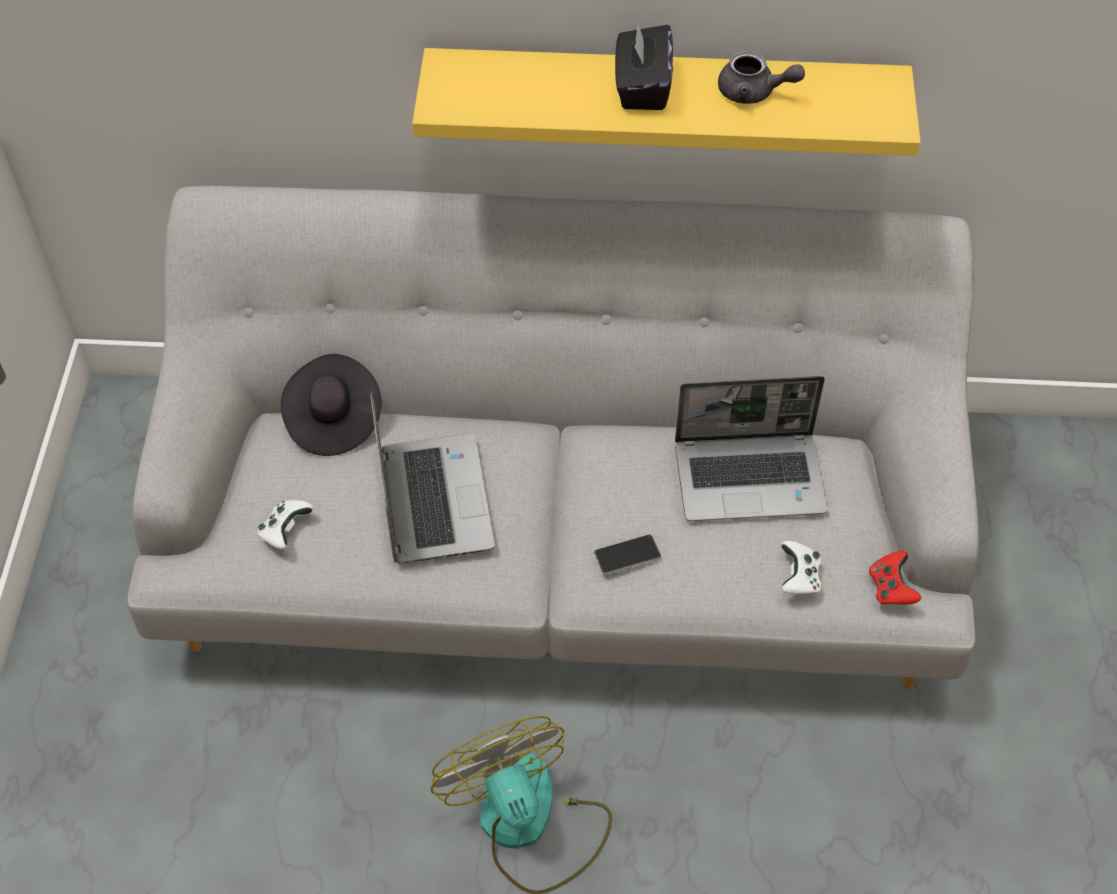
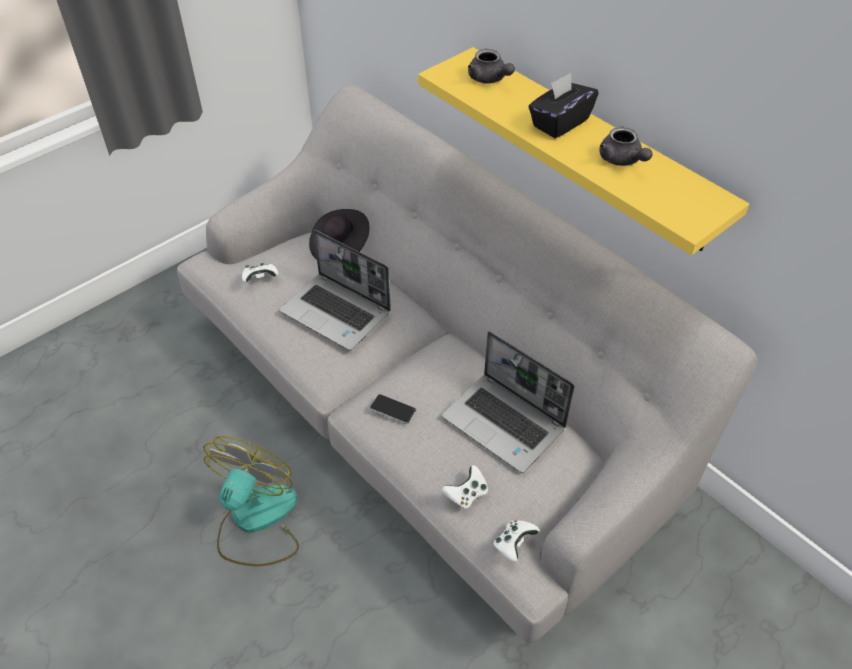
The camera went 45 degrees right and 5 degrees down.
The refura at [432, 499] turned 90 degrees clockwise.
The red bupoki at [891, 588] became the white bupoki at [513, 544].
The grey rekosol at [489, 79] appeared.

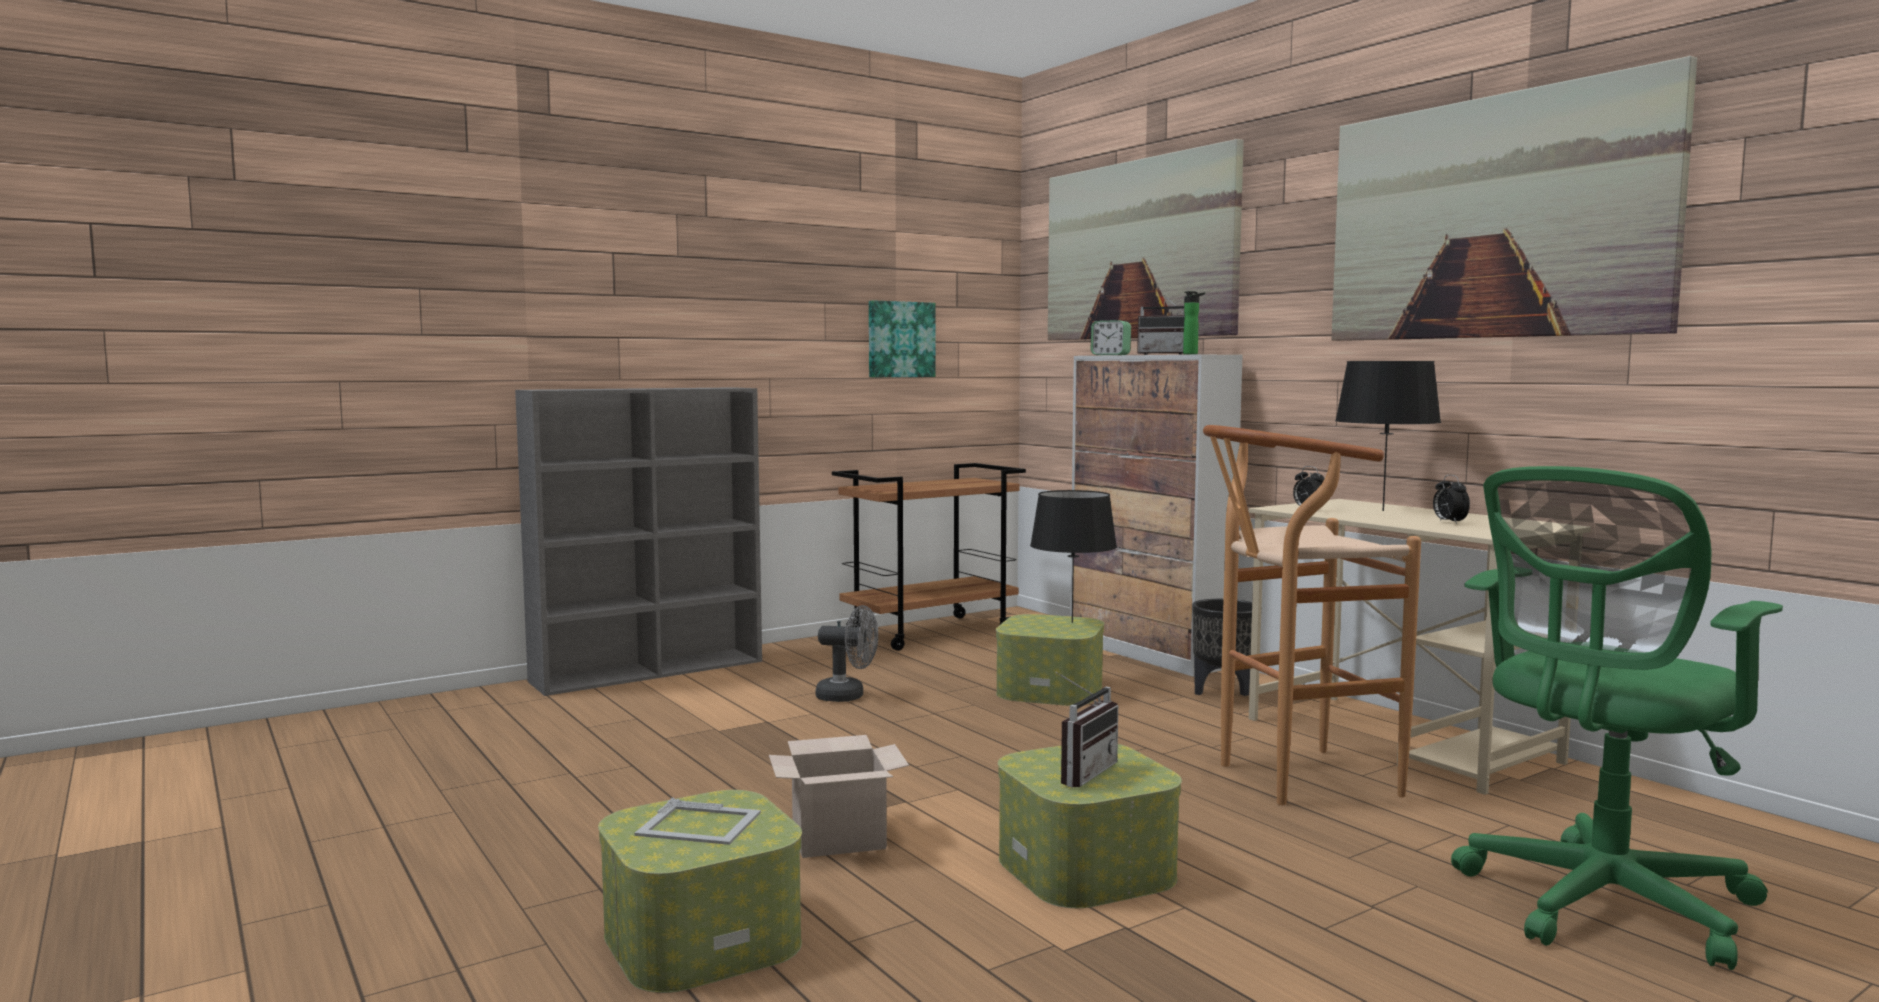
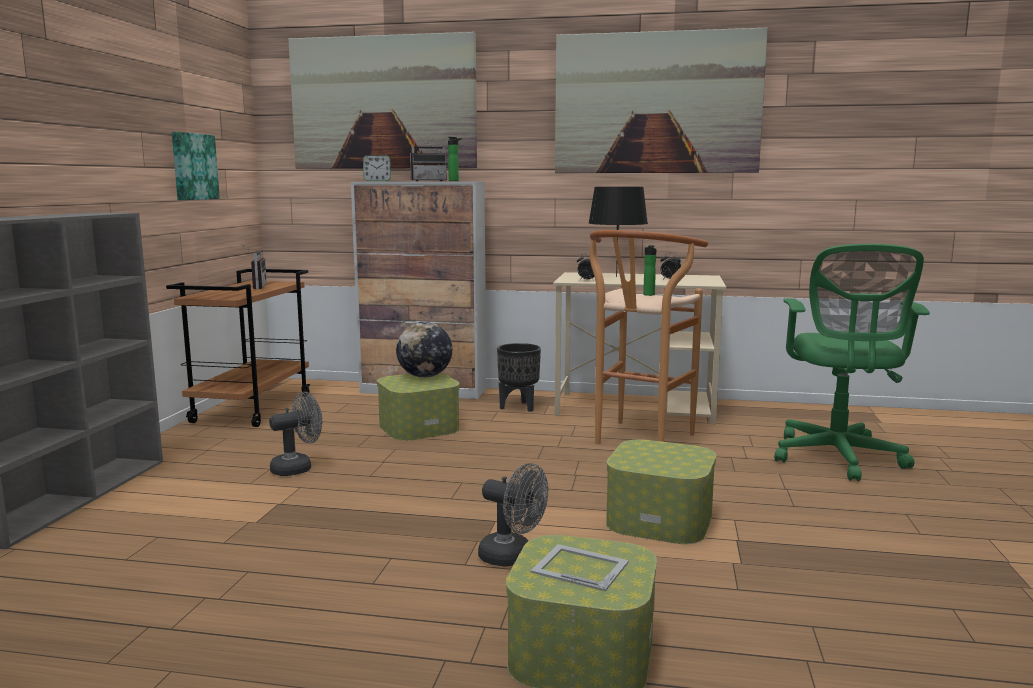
The camera went 45 degrees left and 5 degrees up.
The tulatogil at [700, 824] turned 120 degrees counterclockwise.
The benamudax at [840, 838] was replaced by the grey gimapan at [512, 557].
The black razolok at [1071, 622] was replaced by the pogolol at [425, 376].
The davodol moved from [1080, 773] to [255, 287].
The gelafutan at [648, 295] appeared.

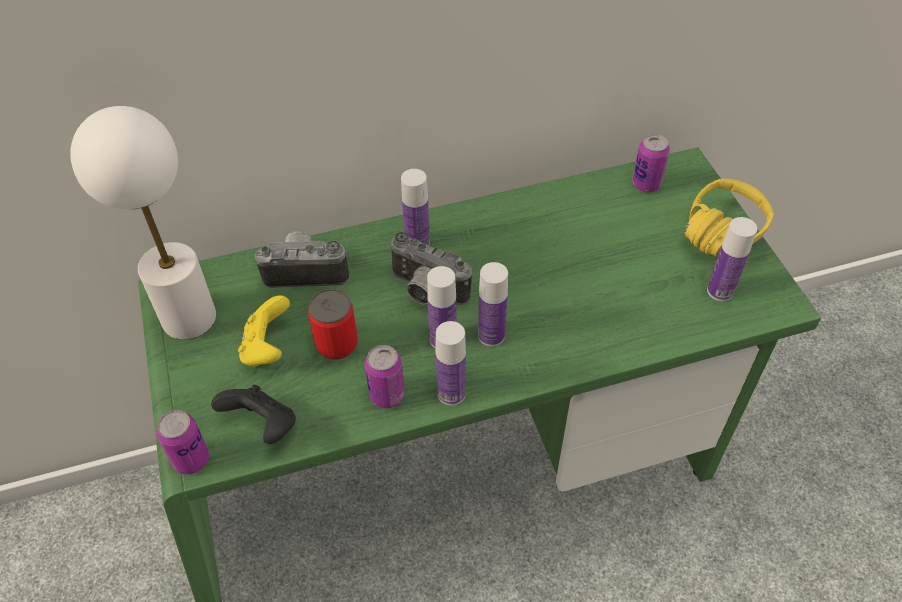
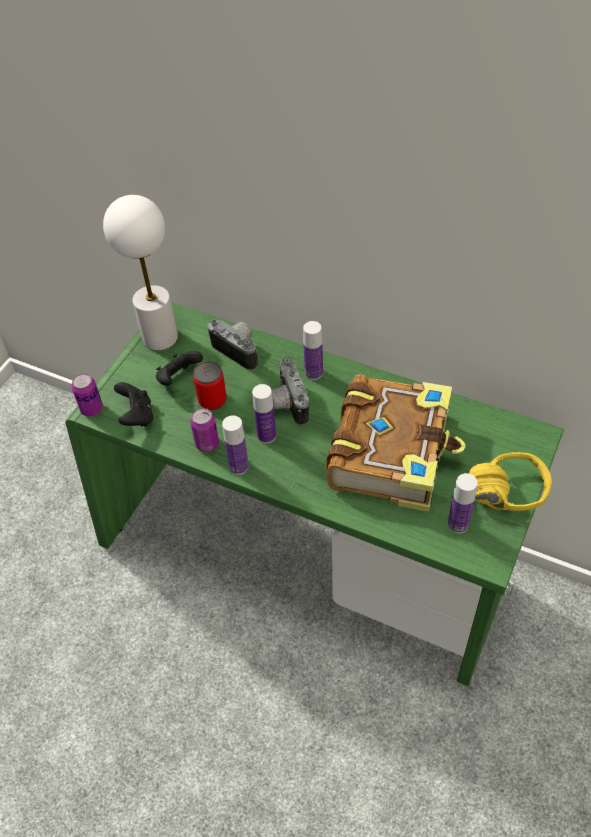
The camera went 45 degrees right and 0 degrees up.
The yellow bupoki at [267, 348] became the black bupoki at [178, 378].
The gelafutan at [491, 335] disappeared.
The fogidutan at [646, 184] disappeared.
The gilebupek at [392, 452] appeared.

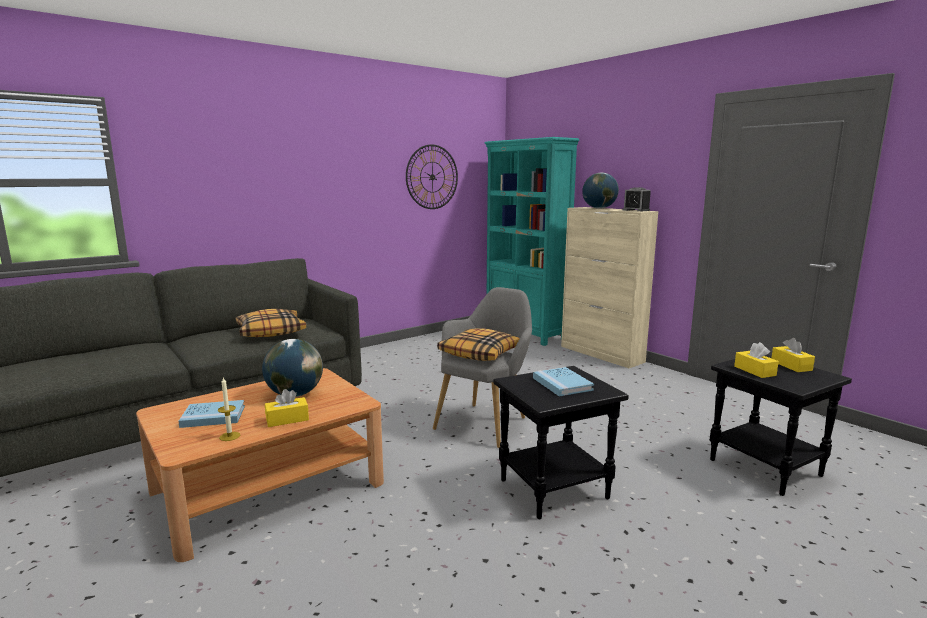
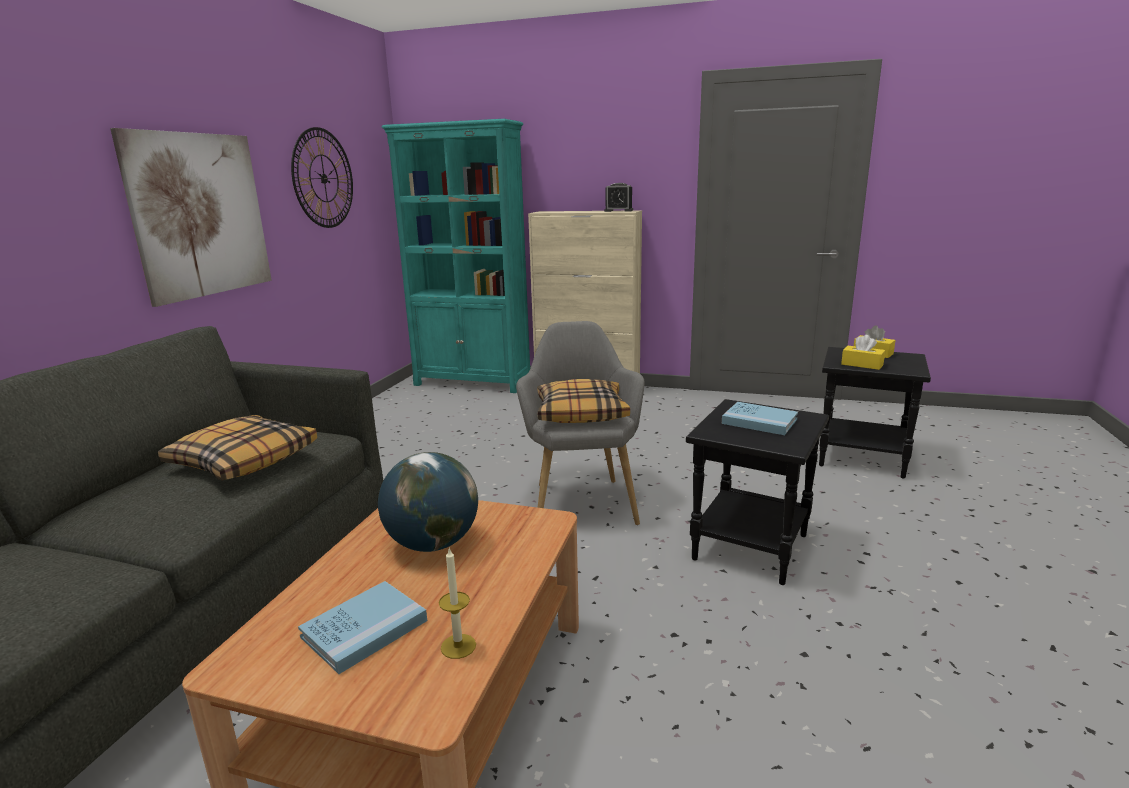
The camera went 35 degrees left and 5 degrees up.
The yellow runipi at [287, 419] disappeared.
The pogolol at [599, 208] disappeared.
The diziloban at [200, 215] appeared.

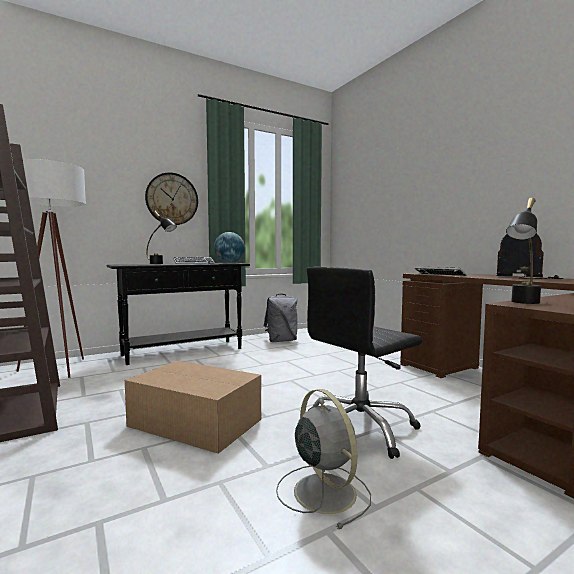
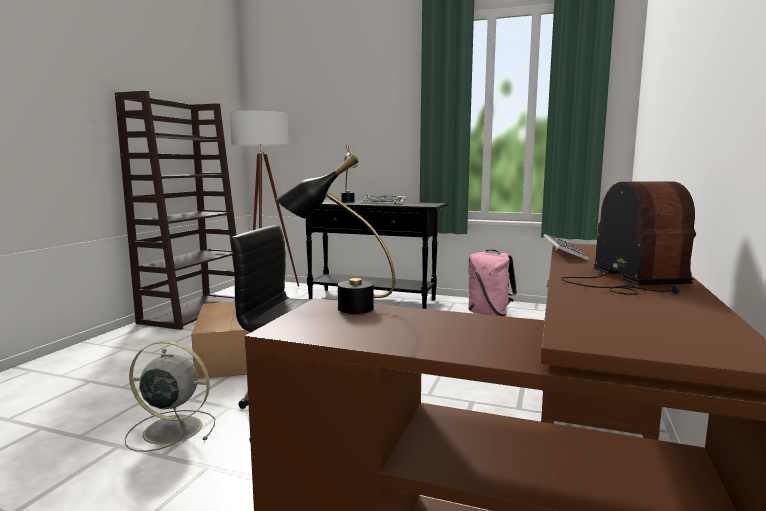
The camera went 50 degrees right and 5 degrees up.
The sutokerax at [172, 199] disappeared.
The pogolol at [229, 262] disappeared.
The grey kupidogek at [281, 341] became the pink kupidogek at [489, 313].
The grey gimapan at [323, 491] turned 105 degrees counterclockwise.

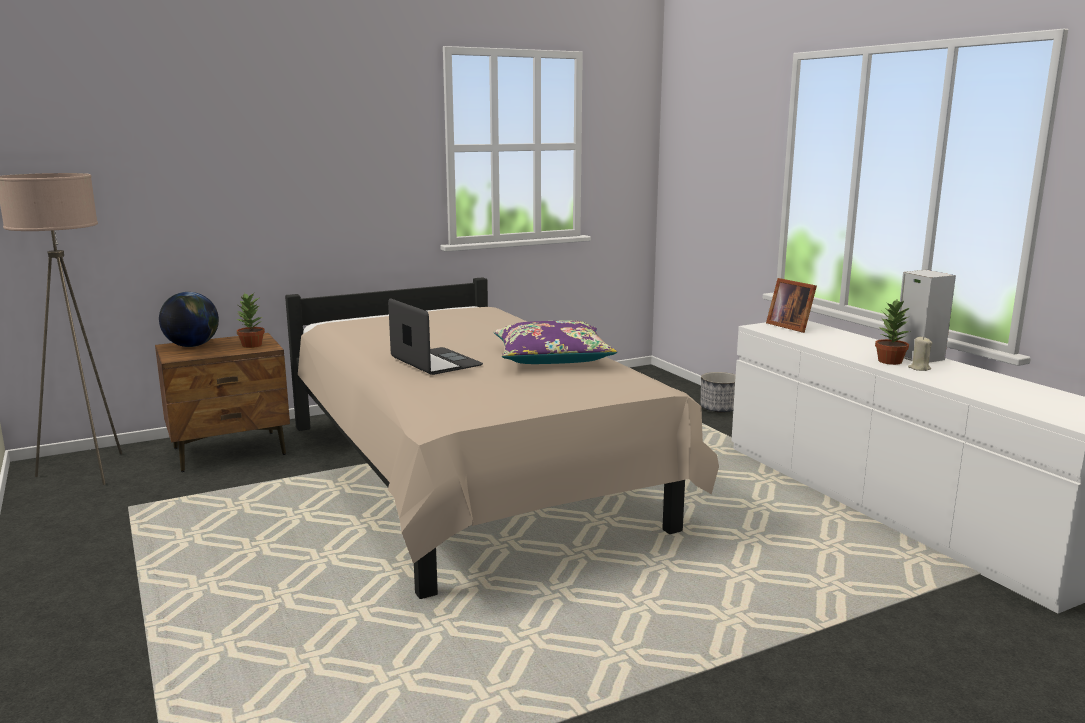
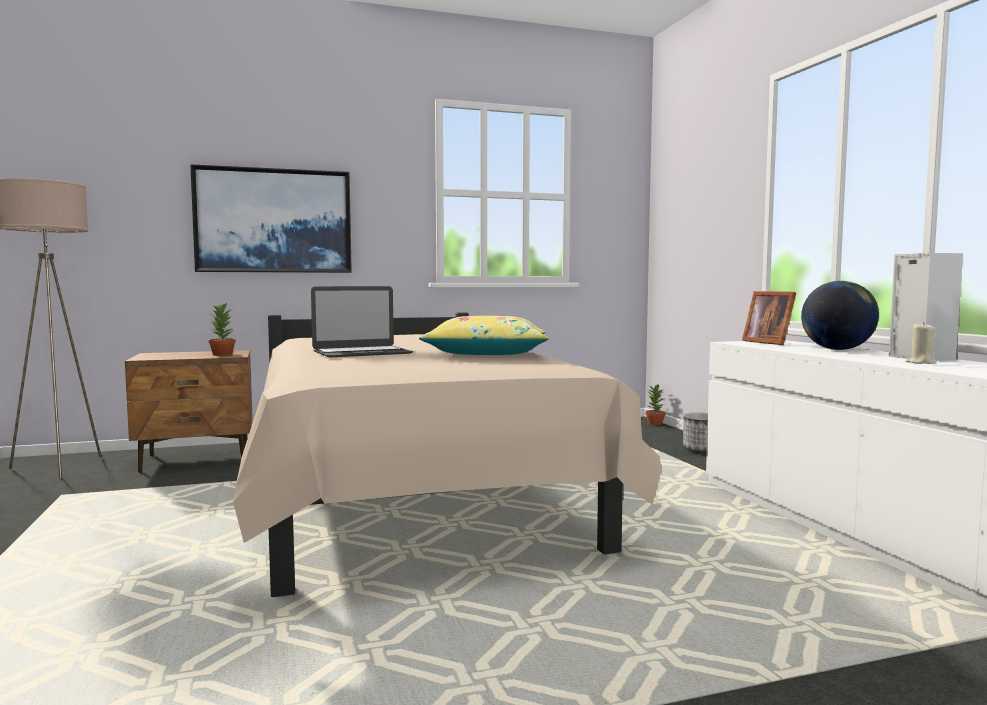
The camera went 10 degrees right and 10 degrees down.
The pogolol moved from [192, 346] to [837, 349].
The refura at [435, 362] turned 90 degrees clockwise.
The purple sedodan at [552, 358] became the yellow sedodan at [486, 353].
The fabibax moved from [889, 361] to [654, 423].
The diziloban at [274, 221] appeared.

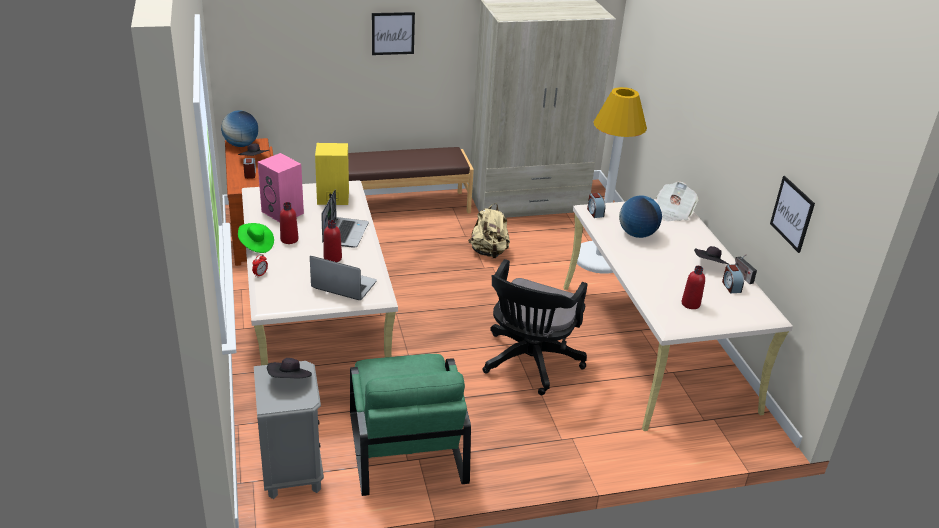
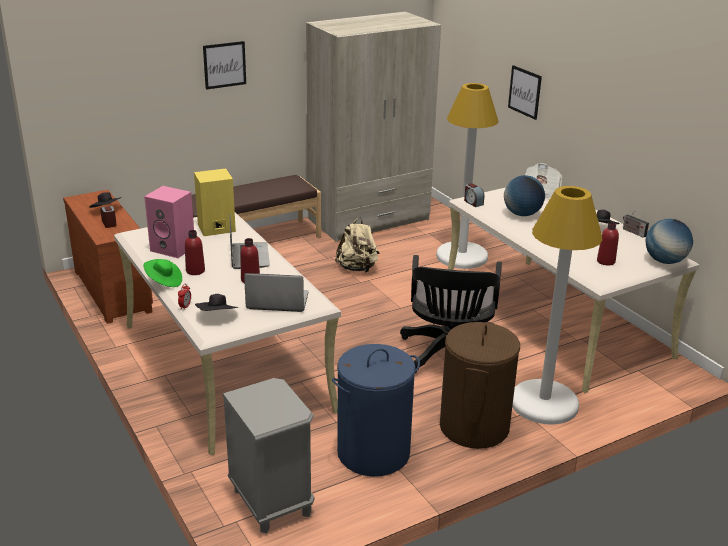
The camera went 15 degrees left and 5 degrees down.
The pogolol moved from [241, 145] to [665, 261].
The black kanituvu moved from [290, 380] to [217, 316].
The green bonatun at [406, 445] was replaced by the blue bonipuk at [373, 453].
The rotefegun at [731, 286] disappeared.
The diziloban moved from [792, 213] to [524, 92].
The brown bonipuk at [474, 427] appeared.
The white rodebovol at [544, 403] appeared.

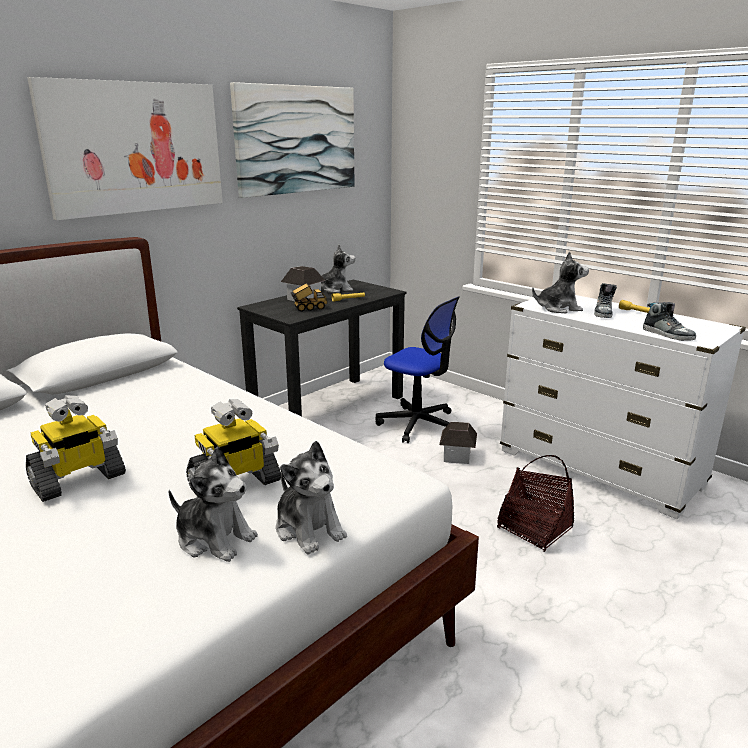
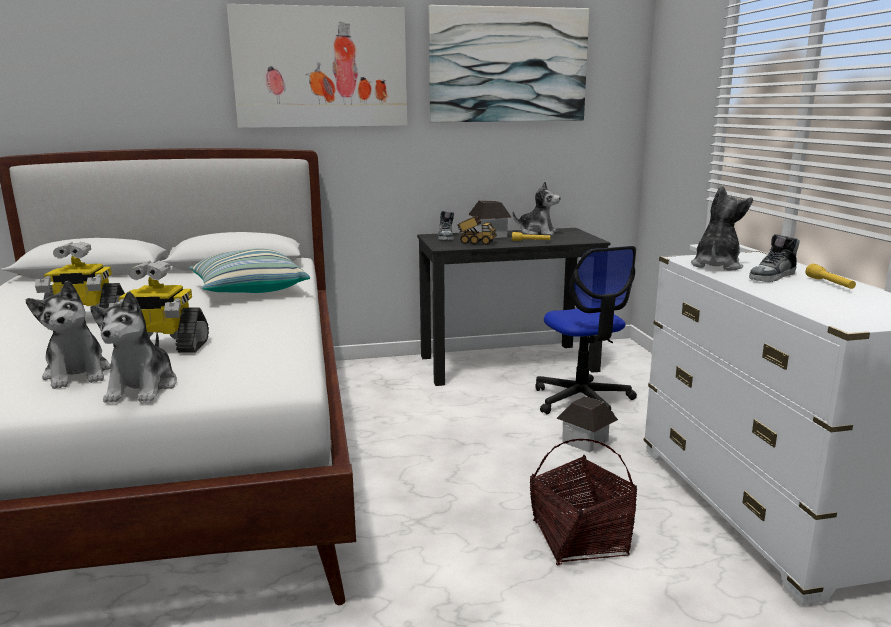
The camera went 35 degrees right and 5 degrees down.
The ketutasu at [558, 308] turned 90 degrees counterclockwise.
The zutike moved from [667, 334] to [446, 237].
The sedodan at [249, 291] appeared.

